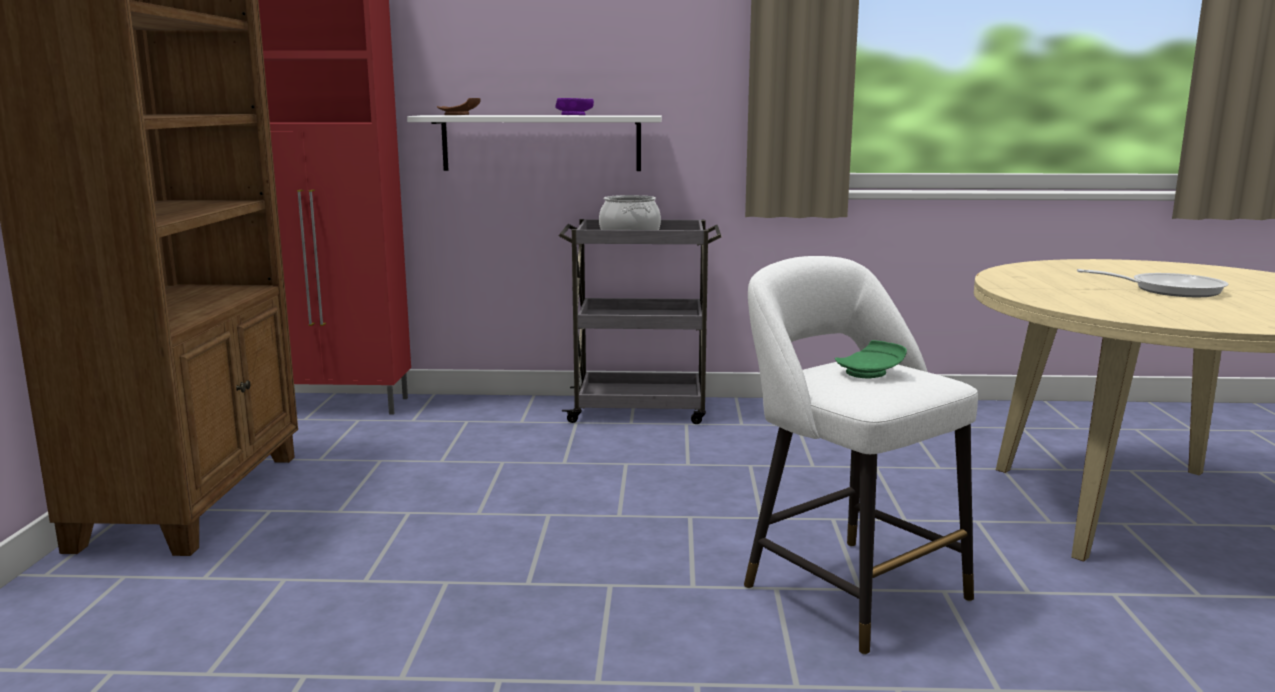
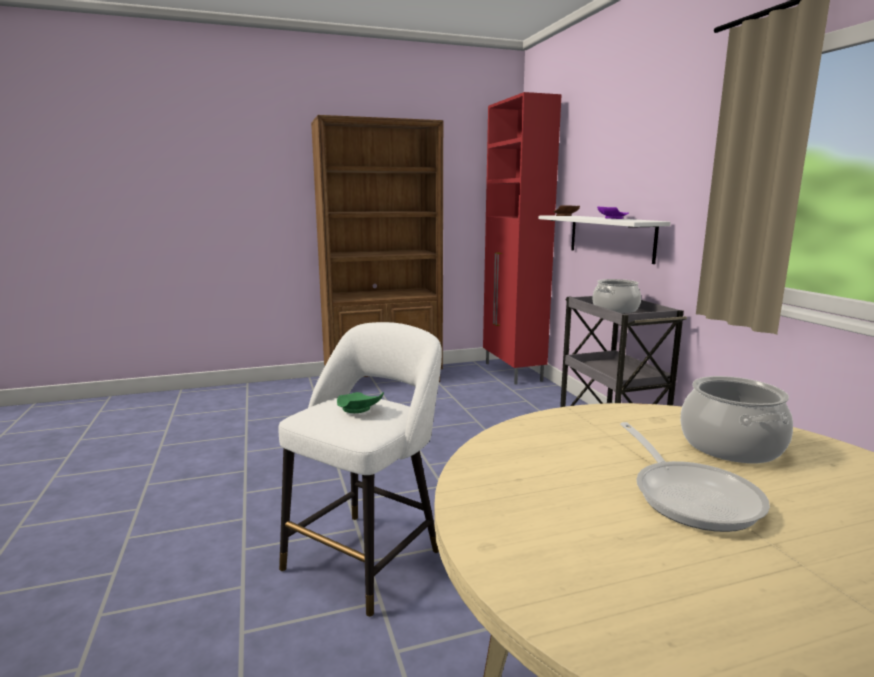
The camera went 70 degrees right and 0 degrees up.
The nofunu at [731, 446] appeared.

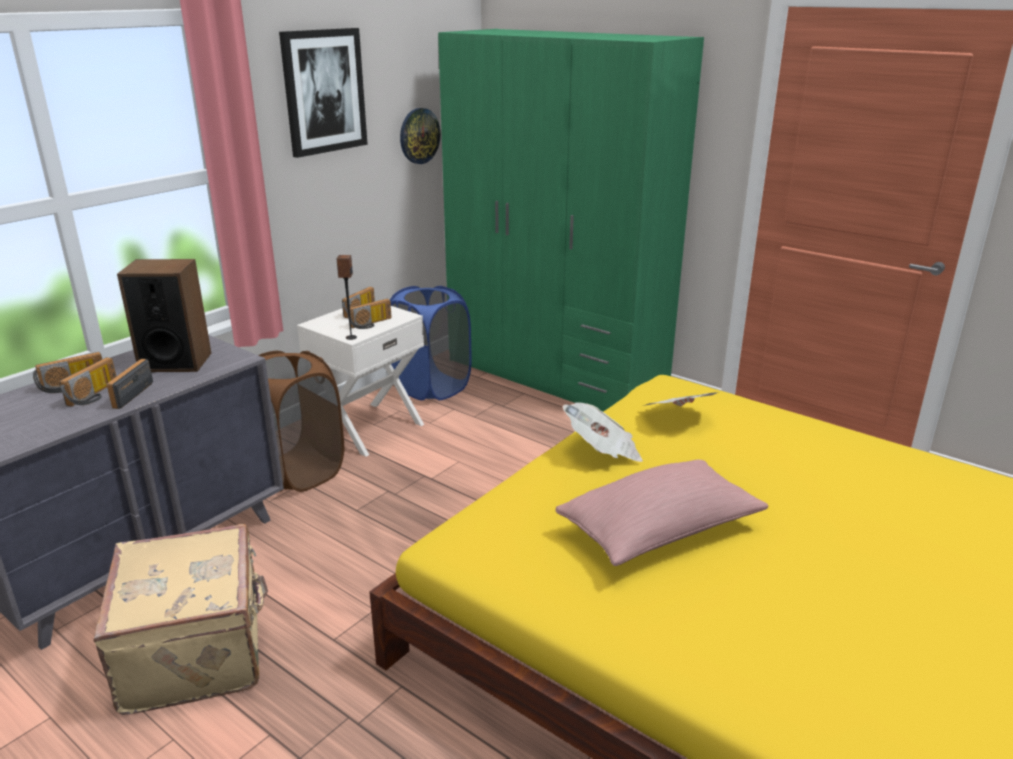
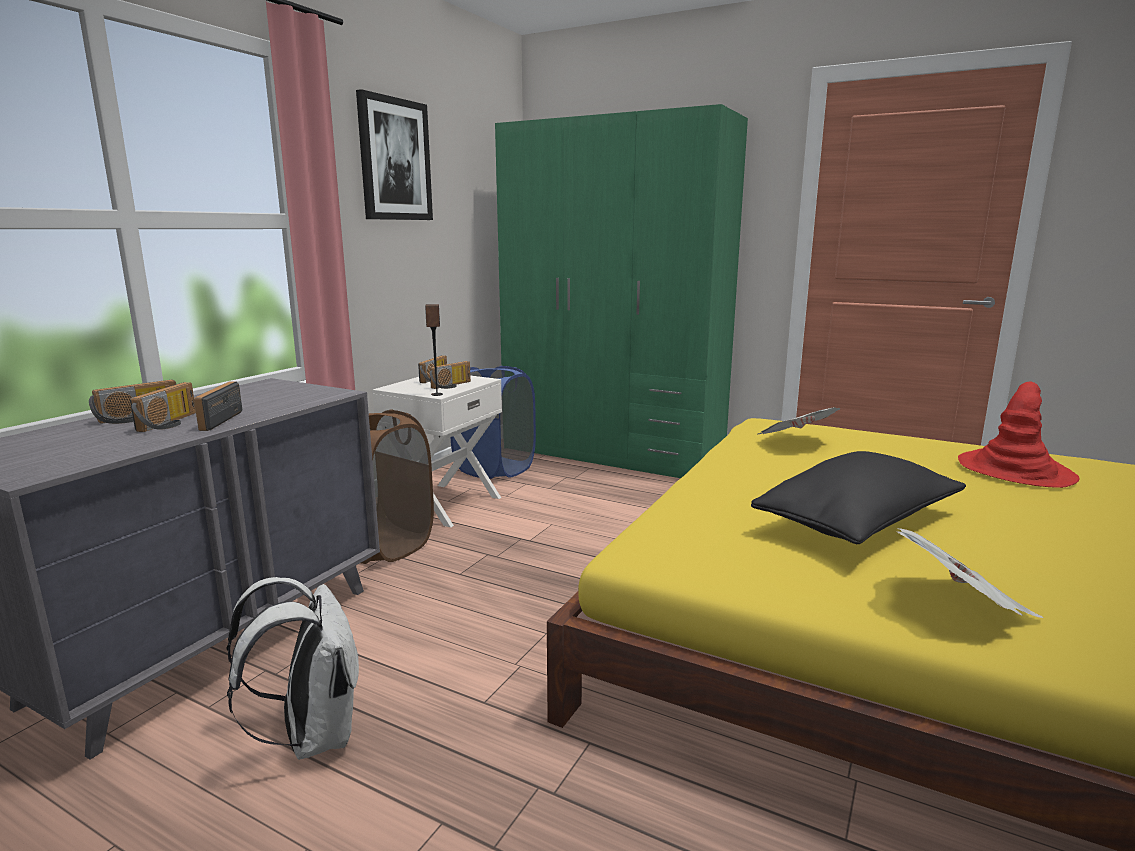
The camera went 10 degrees left and 10 degrees down.
The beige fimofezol at [198, 651] was replaced by the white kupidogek at [313, 735].
The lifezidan at [175, 362] disappeared.
The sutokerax at [419, 136] disappeared.
The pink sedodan at [659, 531] became the black sedodan at [857, 524].
The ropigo moved from [603, 451] to [961, 605].
The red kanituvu at [1015, 470] appeared.

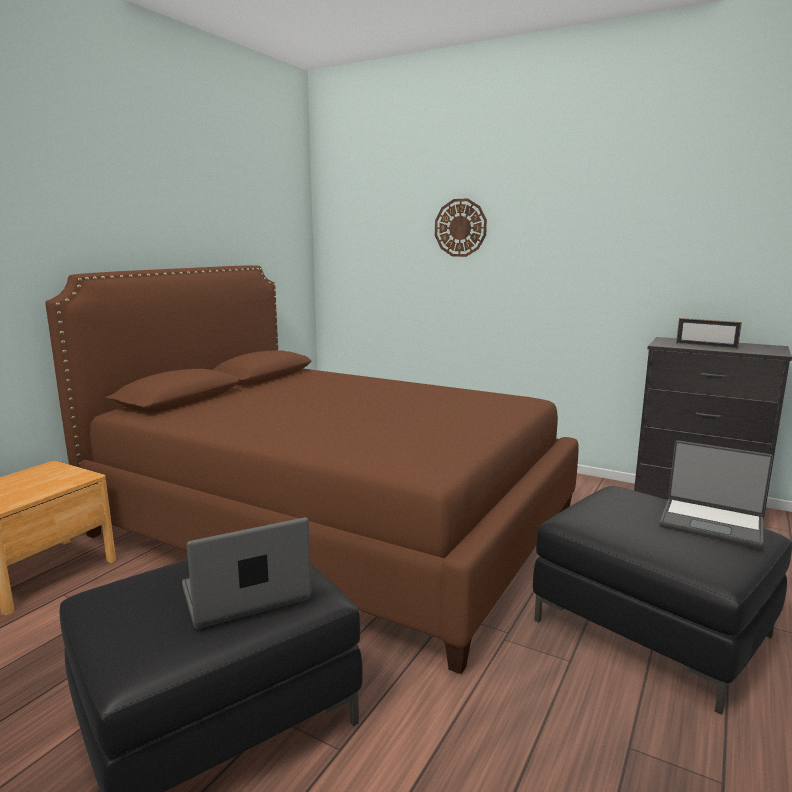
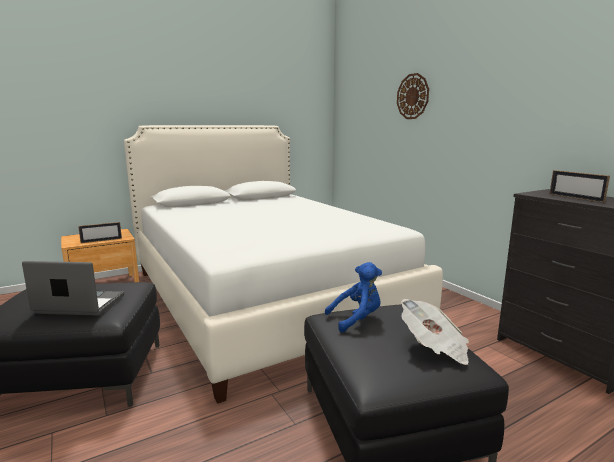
The camera went 30 degrees right and 0 degrees up.
The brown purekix at [334, 523] became the white purekix at [265, 296].
The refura at [711, 523] was replaced by the ropigo at [434, 347].
The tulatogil at [101, 240] appeared.
The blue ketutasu at [357, 319] appeared.

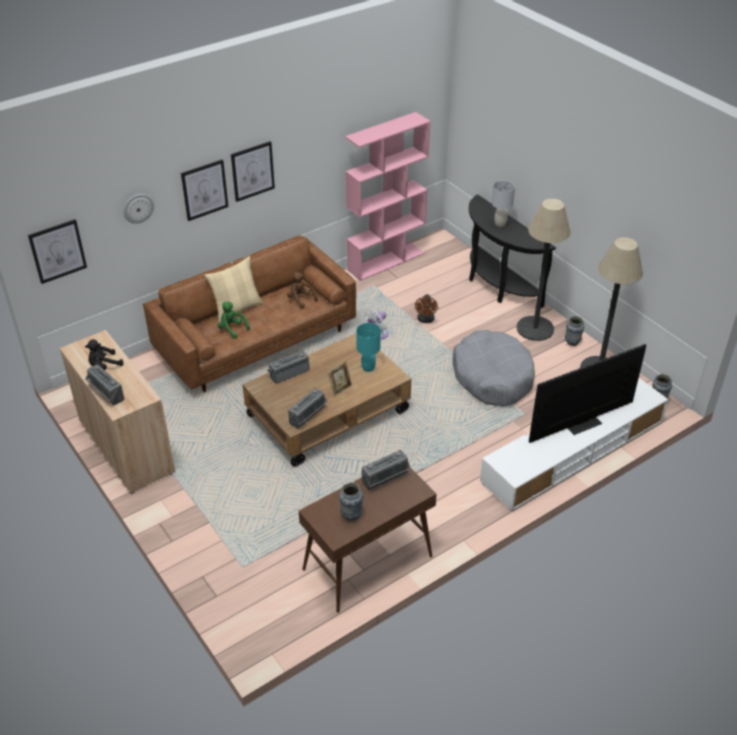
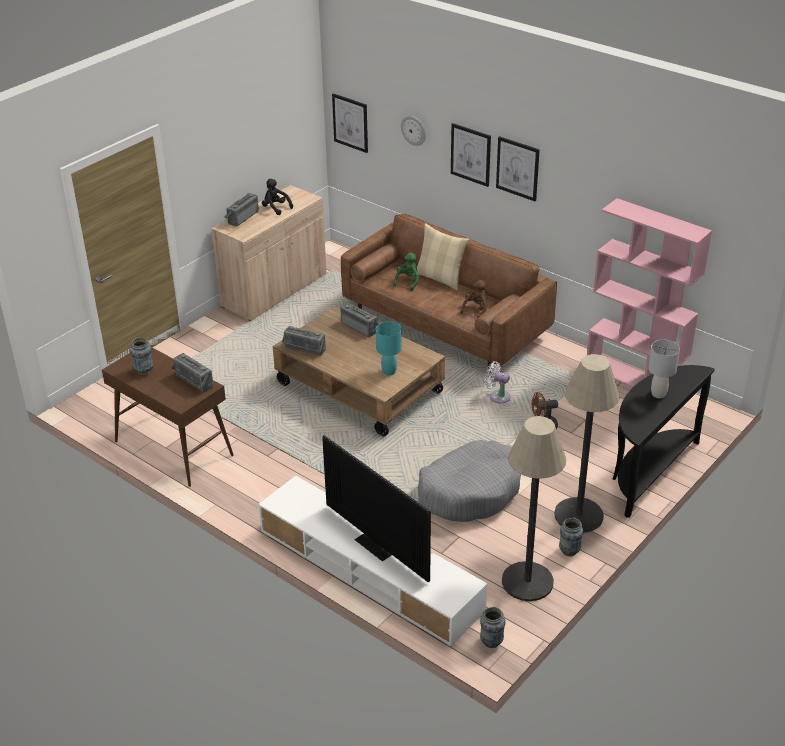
The camera went 75 degrees right and 5 degrees down.
The tulatogil at [340, 388] disappeared.

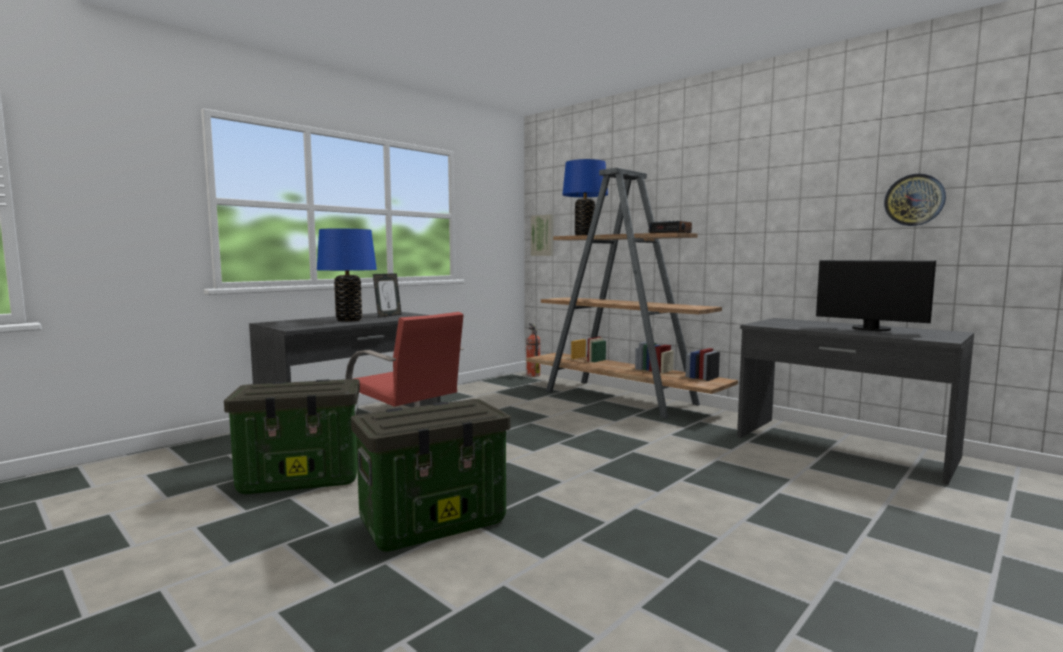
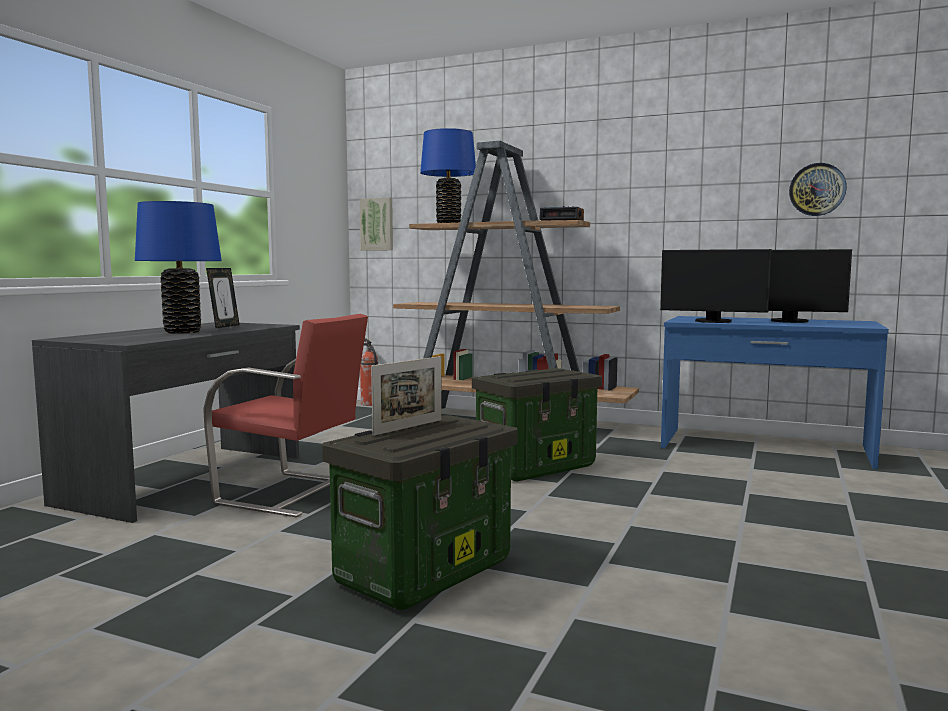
The camera went 20 degrees left and 0 degrees up.
The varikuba moved from [303, 478] to [536, 466].
The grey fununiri at [842, 447] became the blue fununiri at [764, 447].
The tulatogil at [408, 427] appeared.
The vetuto at [713, 321] appeared.

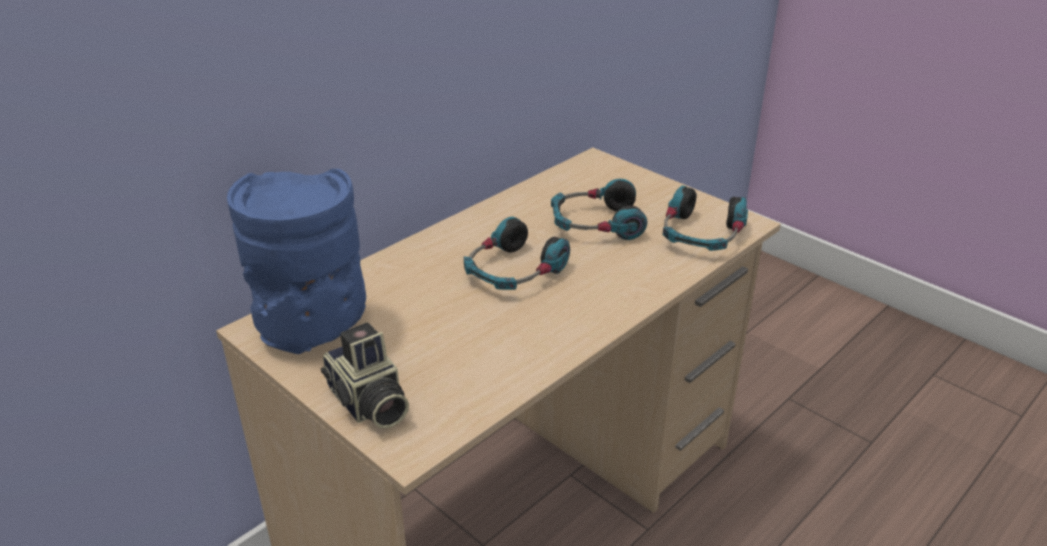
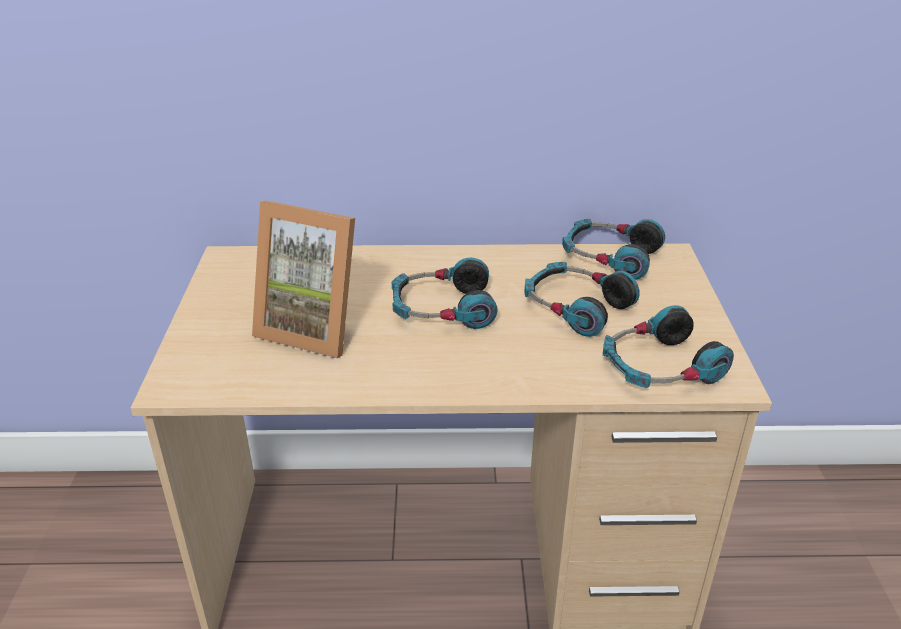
The camera went 45 degrees right and 0 degrees up.
The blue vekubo at [312, 329] disappeared.
The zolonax at [368, 404] disappeared.
The tulatogil at [314, 327] appeared.
The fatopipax at [610, 257] appeared.

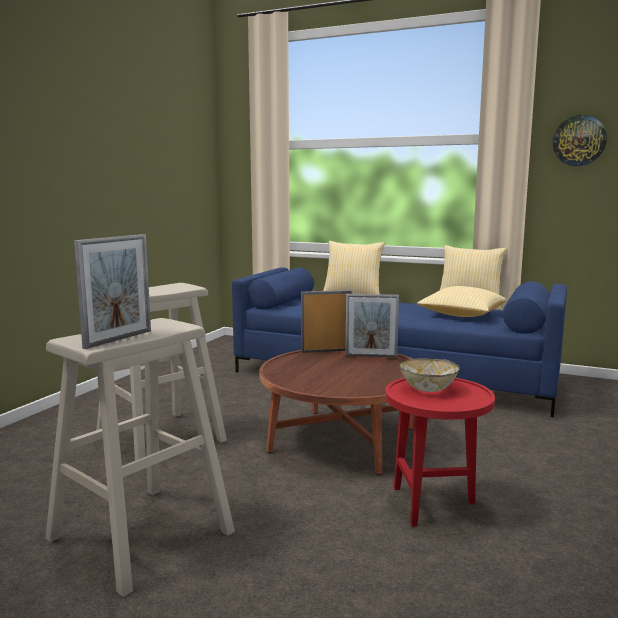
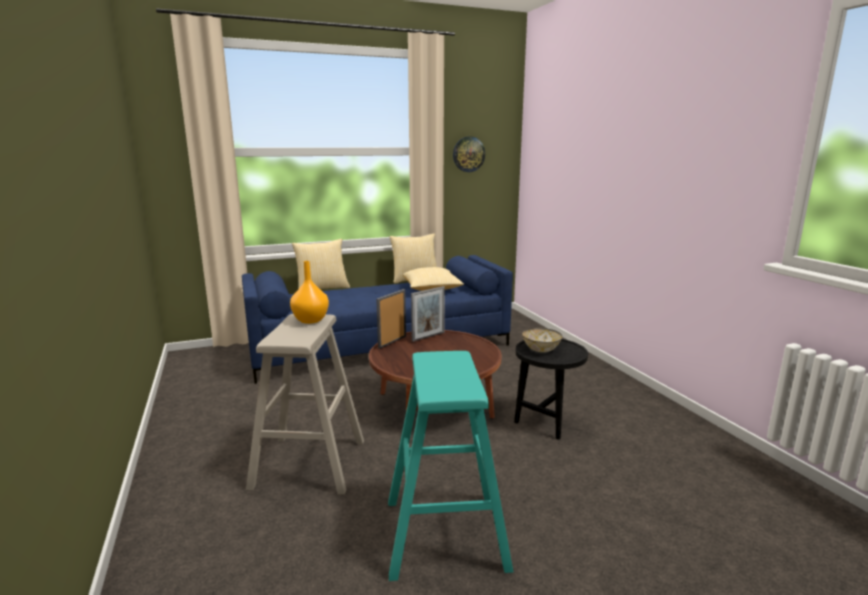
The camera went 45 degrees left and 5 degrees up.
The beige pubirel at [141, 535] became the turquoise pubirel at [445, 533].
The tulatogil at [118, 339] disappeared.
The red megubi at [434, 504] became the black megubi at [546, 422].
The orange vekubo at [309, 320] appeared.

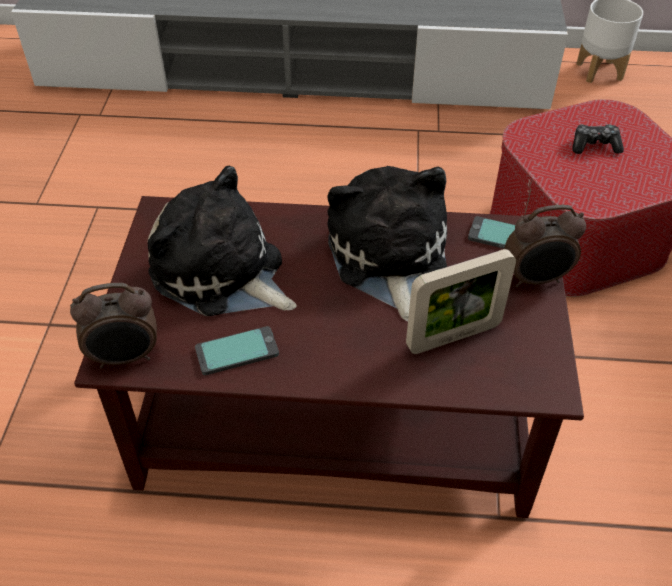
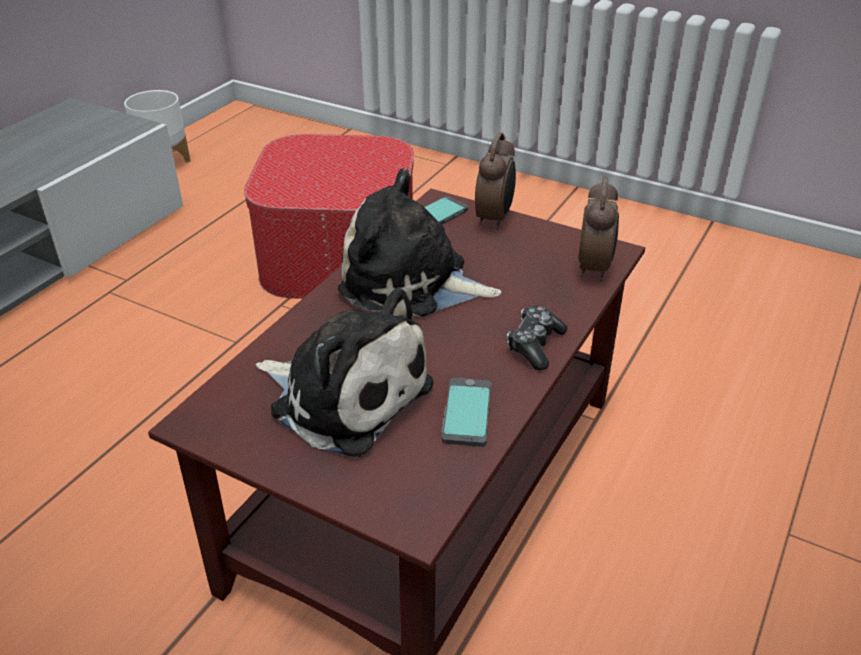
The camera went 65 degrees left and 10 degrees down.
The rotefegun moved from [126, 357] to [594, 268].
The ketutasu at [222, 274] turned 120 degrees counterclockwise.
The tulatogil at [453, 336] disappeared.
The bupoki moved from [594, 145] to [535, 345].

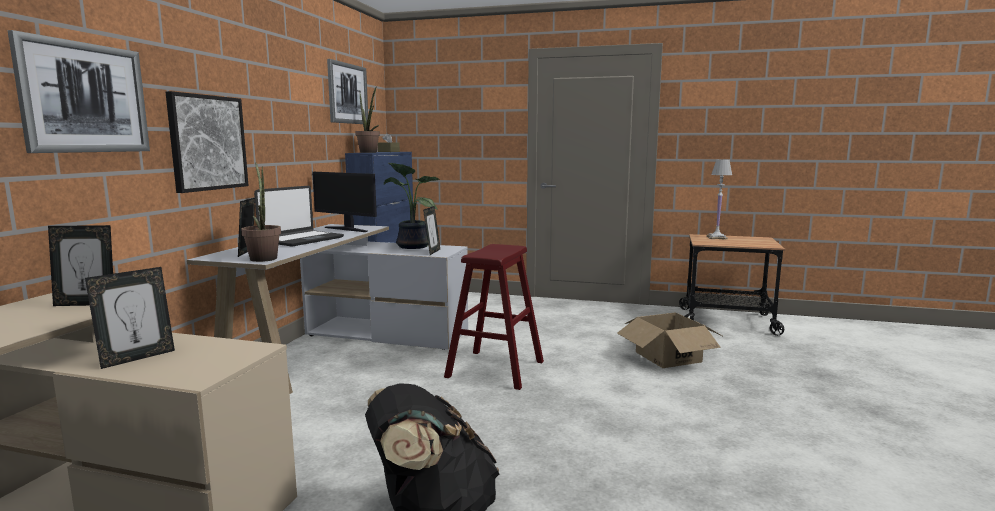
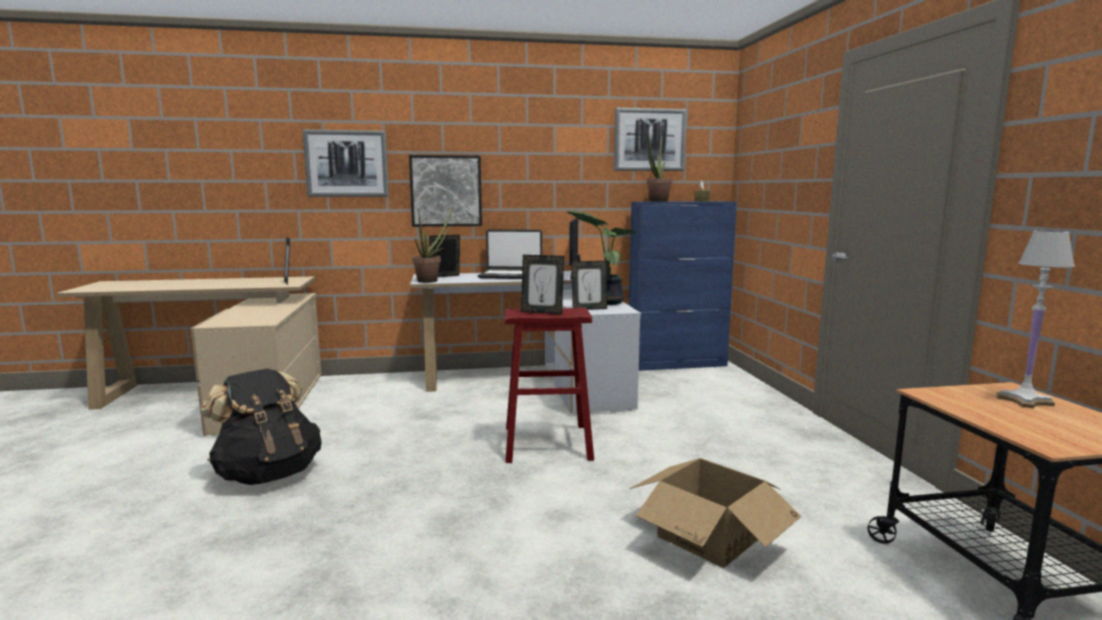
The camera went 65 degrees right and 0 degrees up.
The tulatogil moved from [137, 358] to [542, 312].

